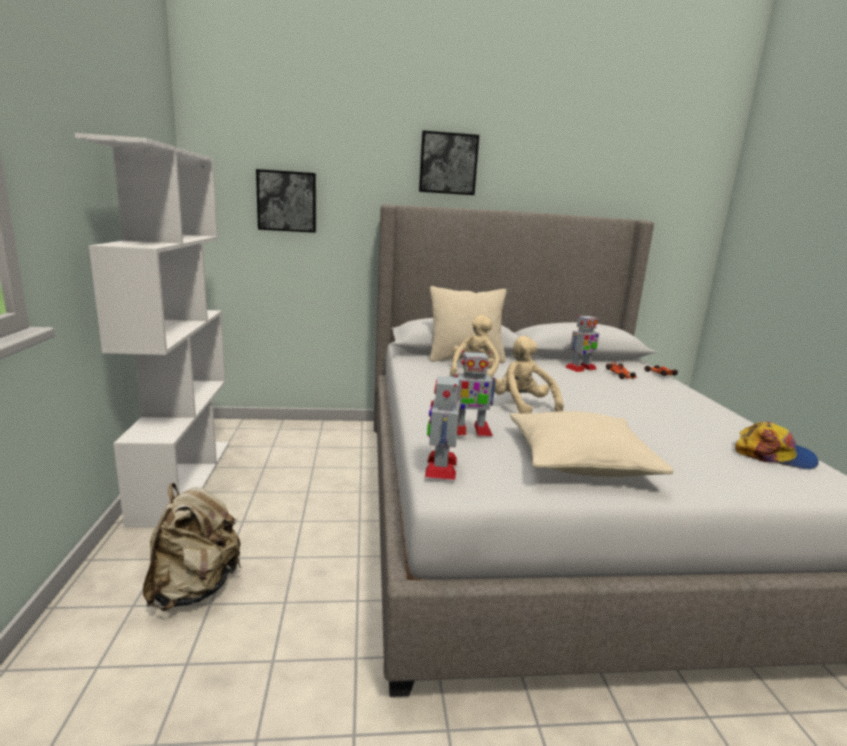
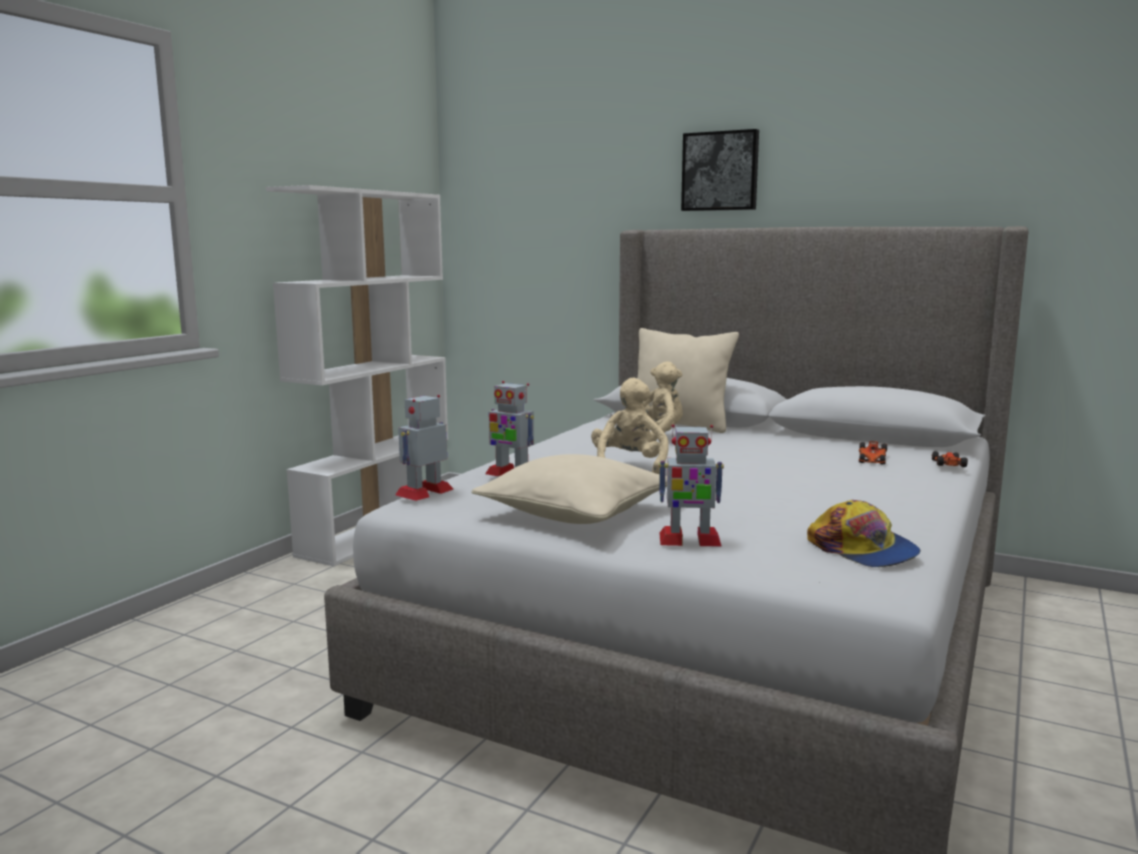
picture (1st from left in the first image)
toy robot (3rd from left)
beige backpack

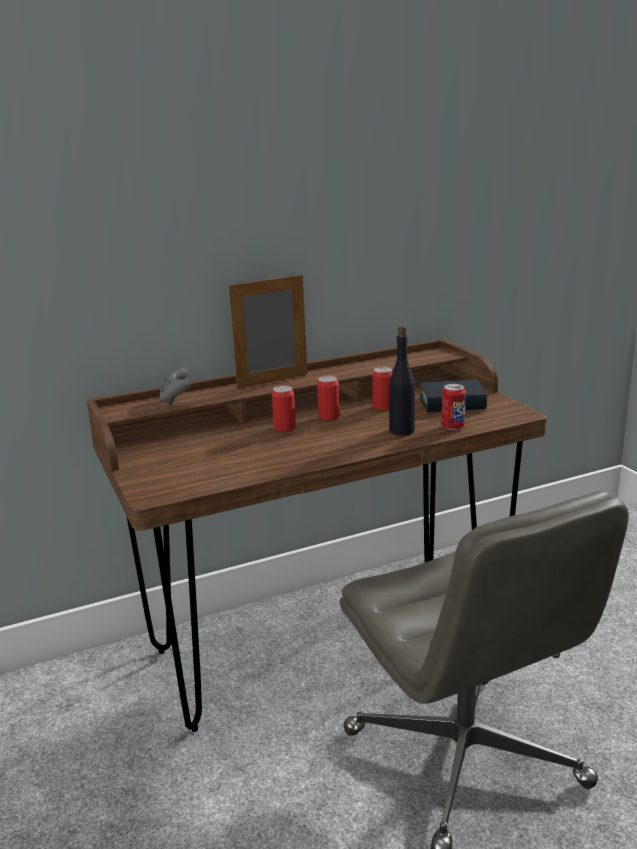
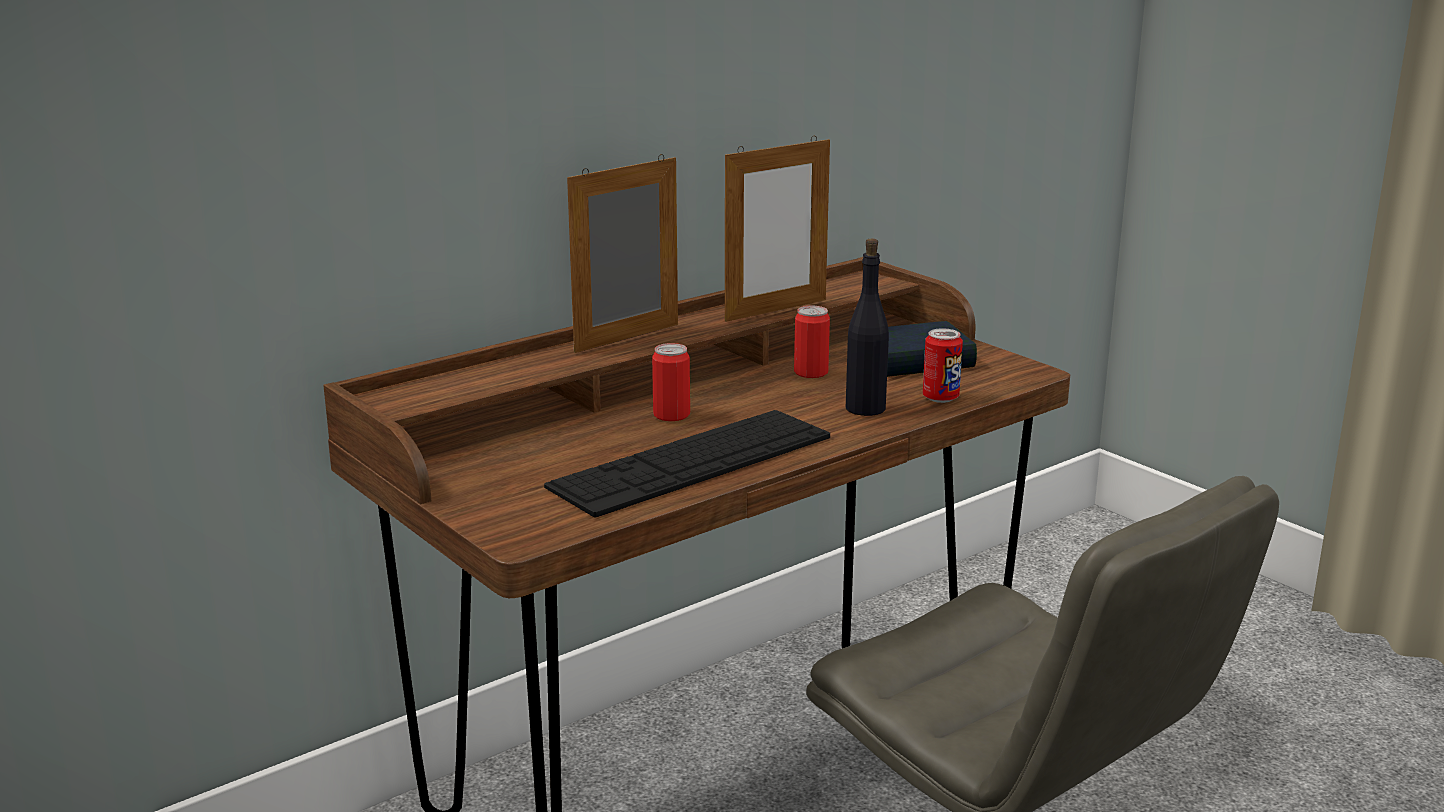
grey game controller
can (2nd from left in the first image)
picture frame (2nd from left)
keyboard

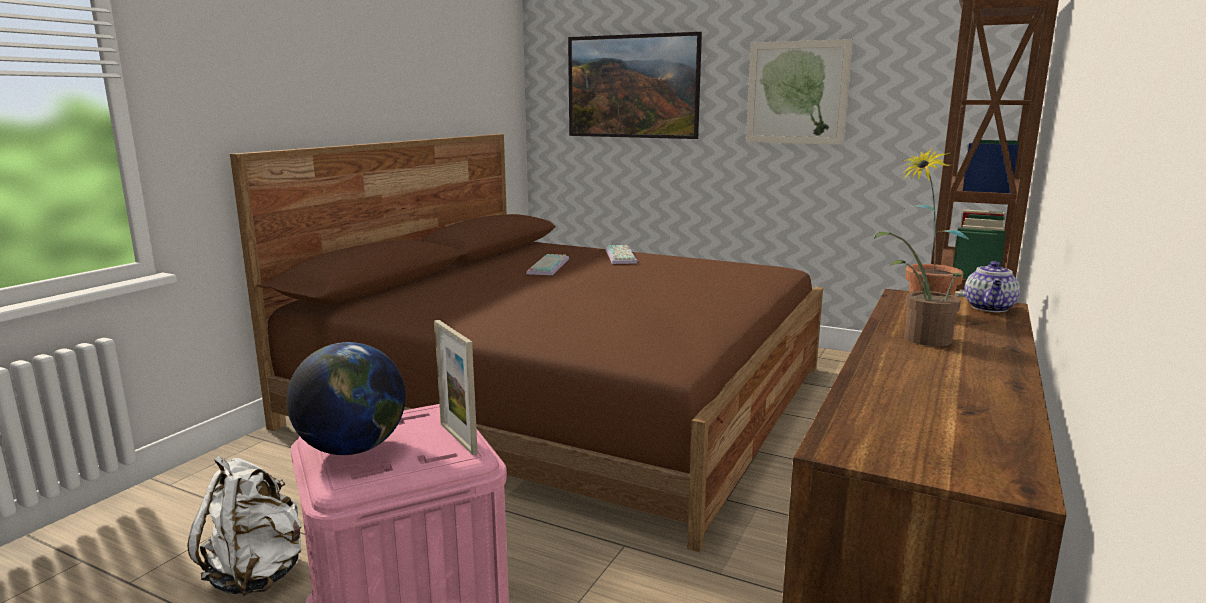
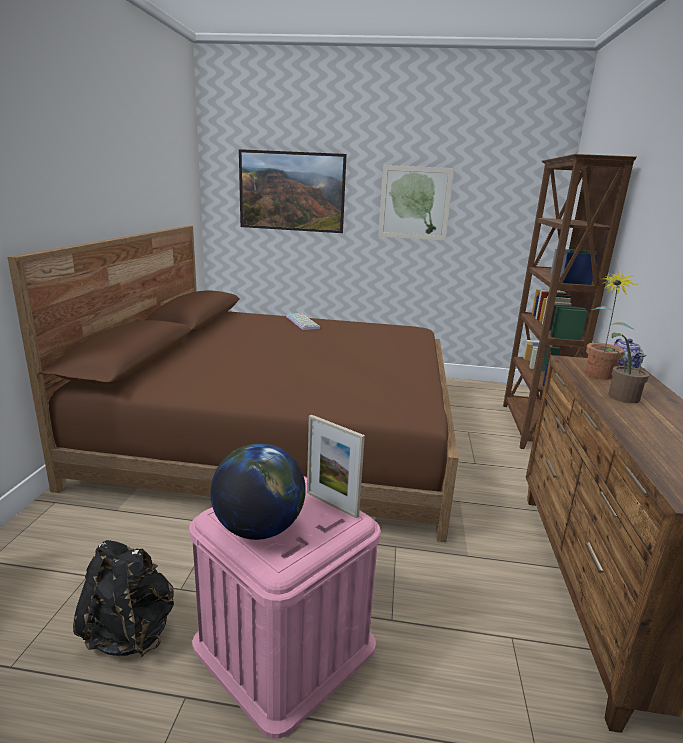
keyboard (1st from left in the first image)
black backpack

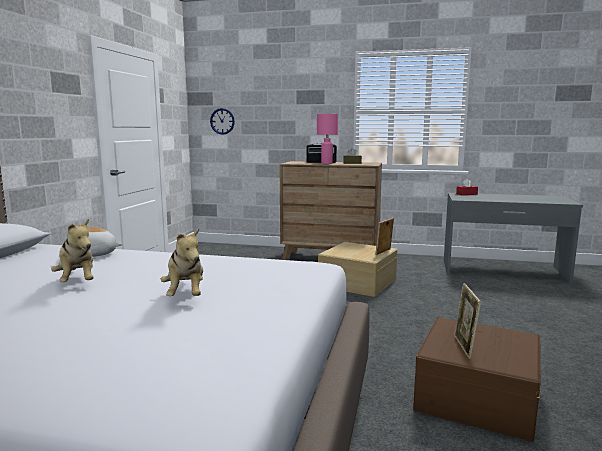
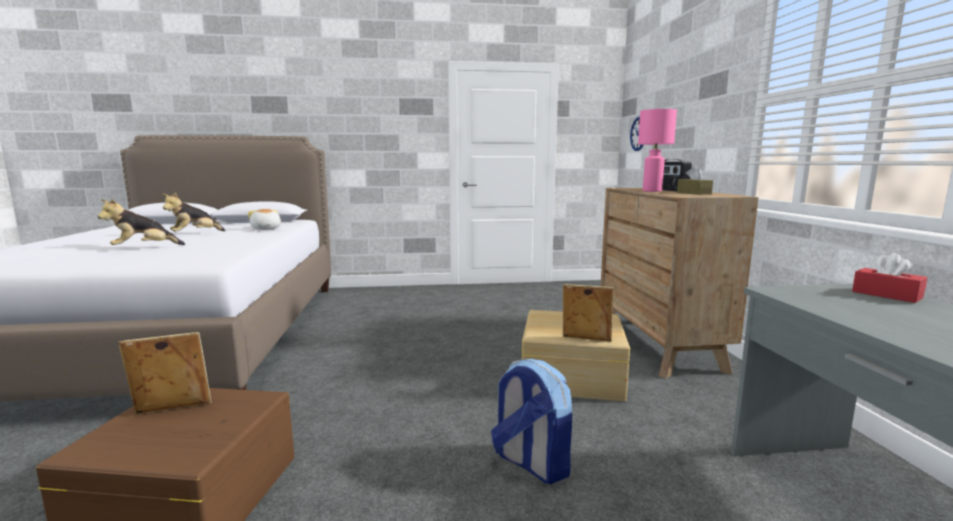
backpack

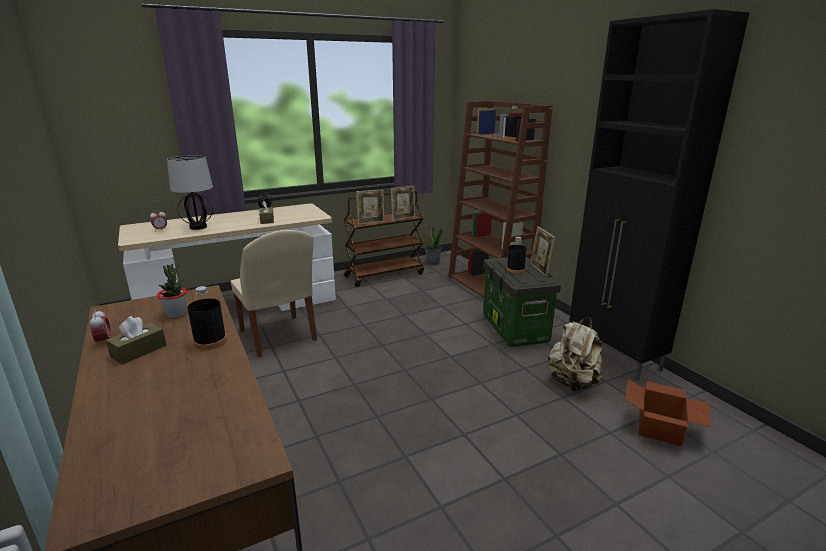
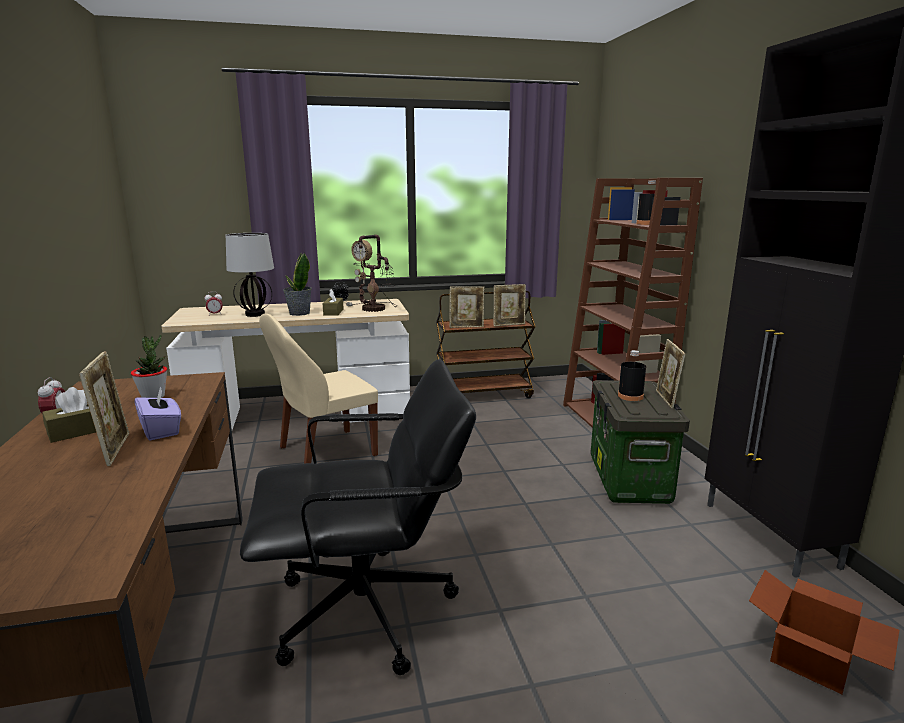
potted plant (2nd from left)
beige chair
purple tissue box
beige backpack
table lamp (2nd from left)
picture frame (1st from left)
black office chair

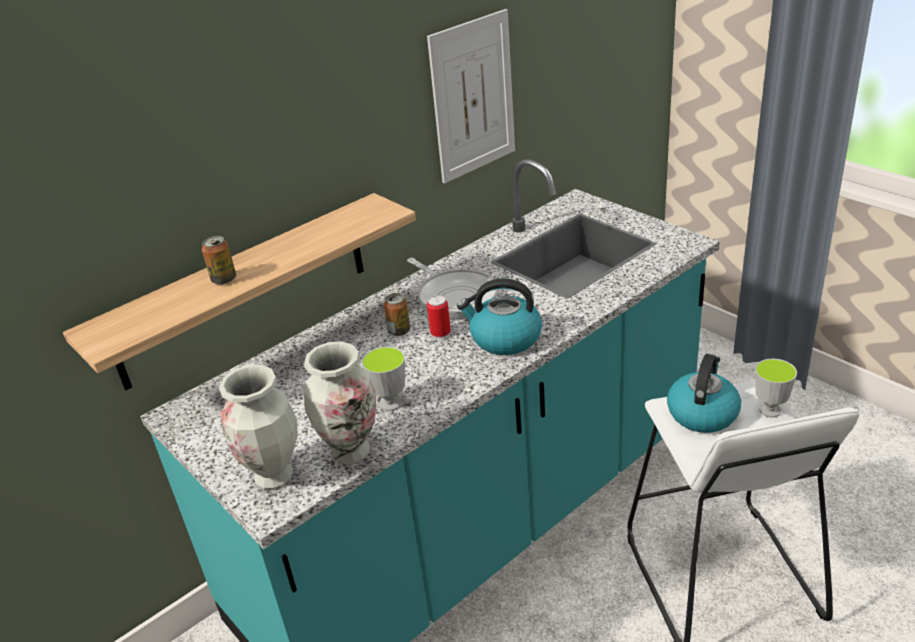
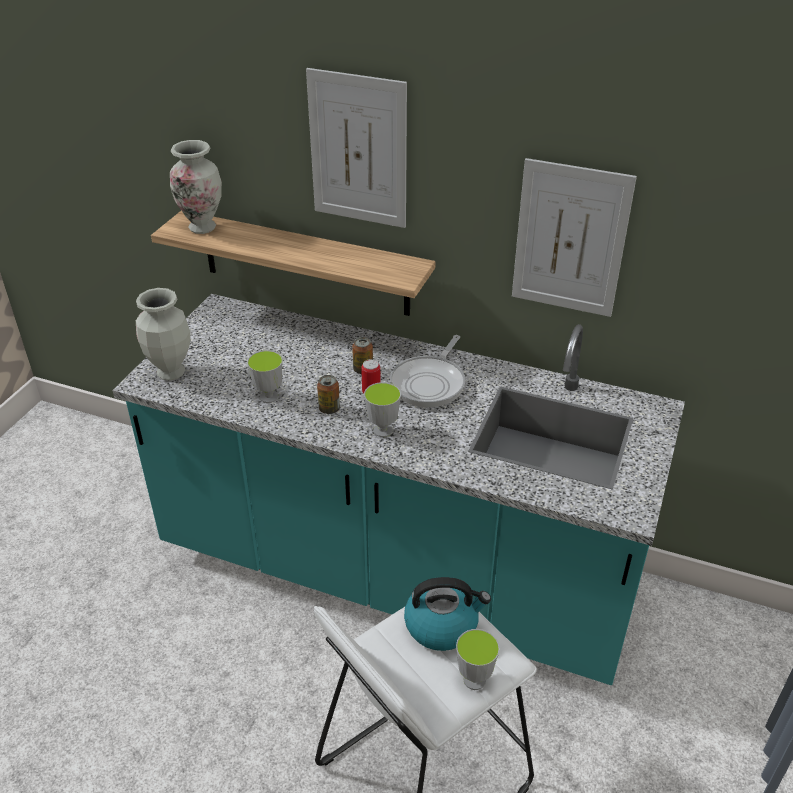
can (1st from left)
cup (2nd from left)
vase (2nd from left)
picture (1st from left)

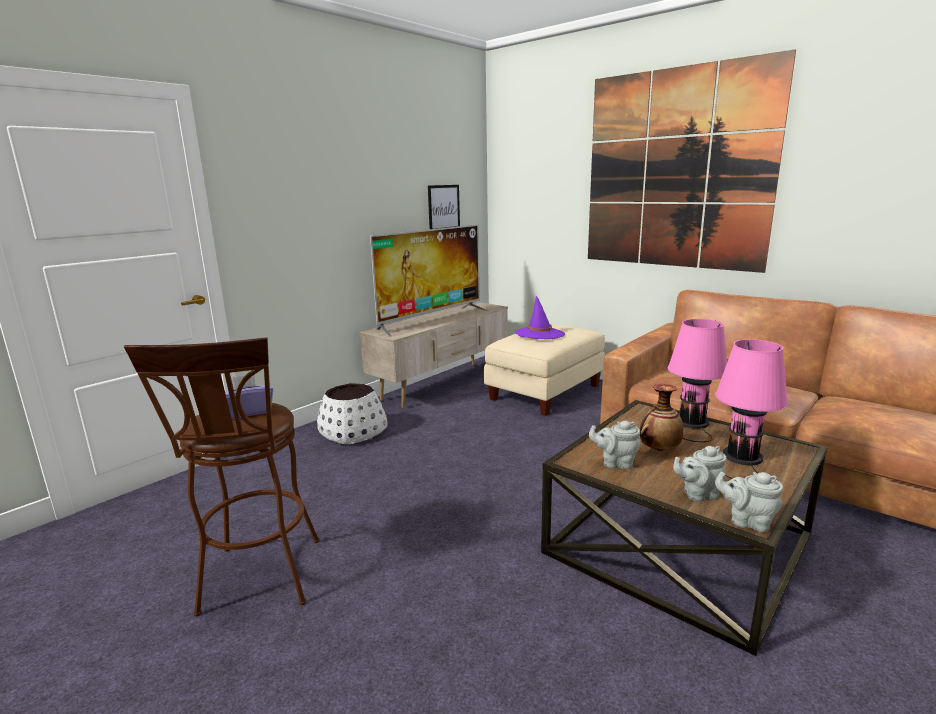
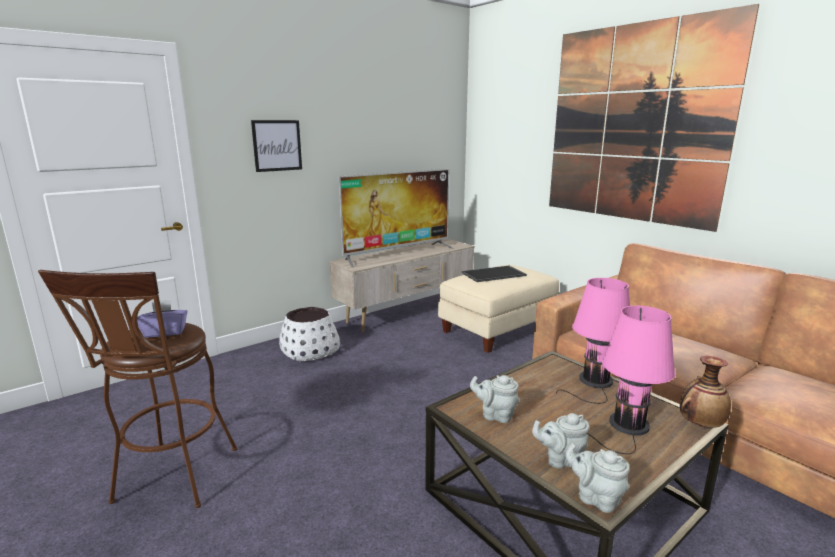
picture (1st from left)
tray
vase

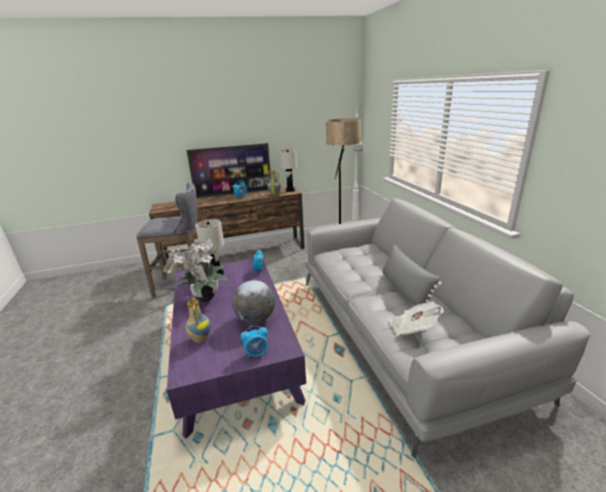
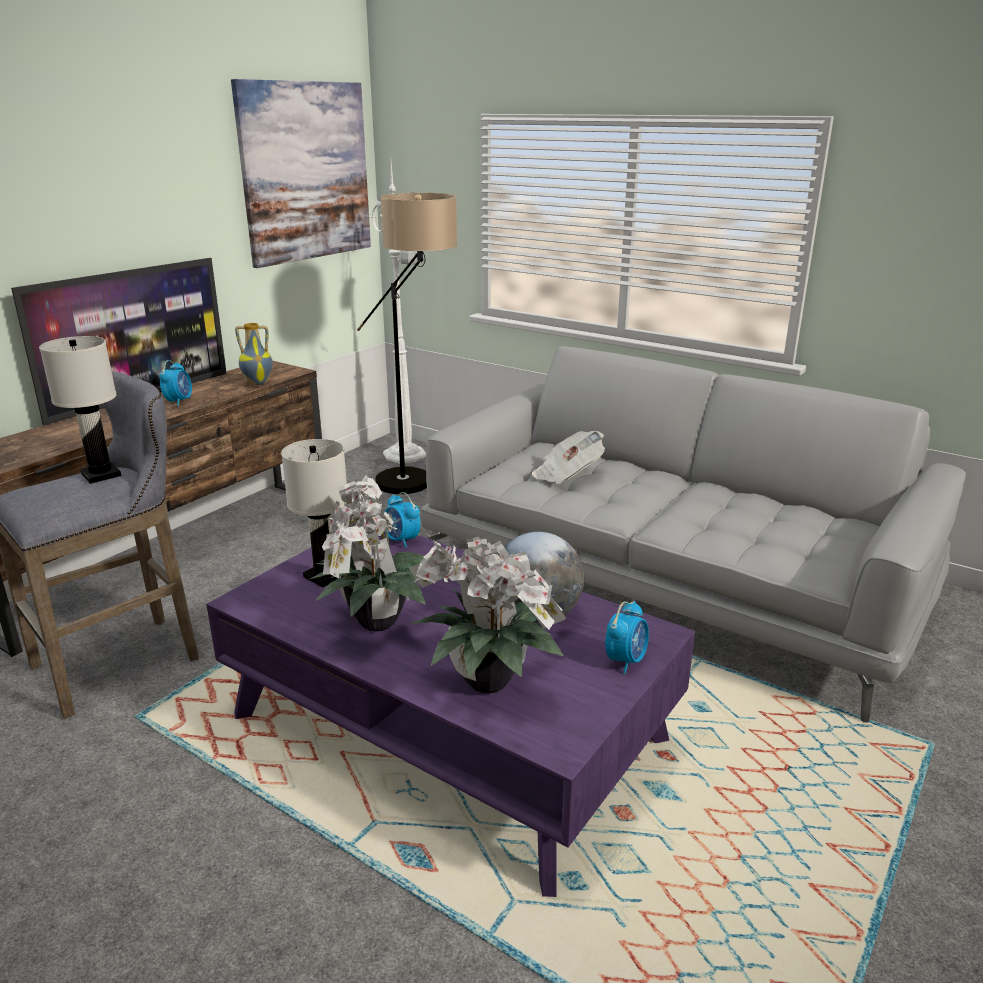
white table lamp (1st from left)
grey pillow
potted plant (2nd from left)
newspaper
picture

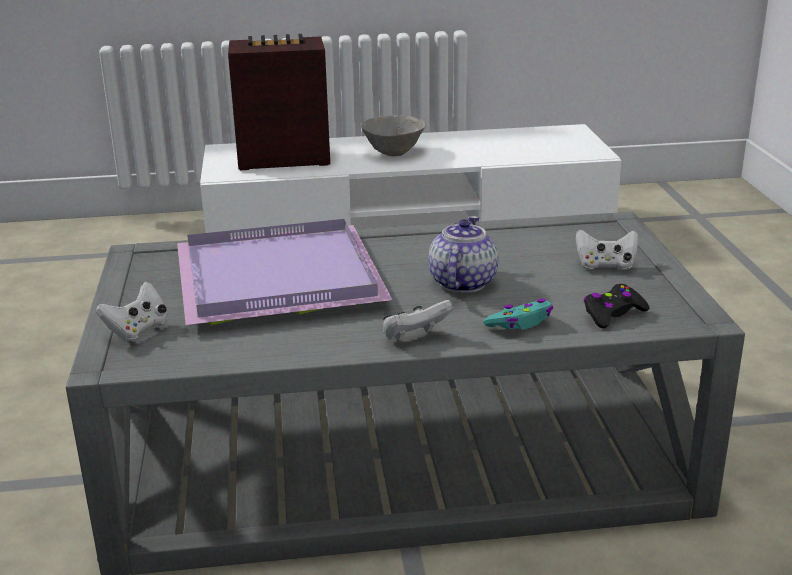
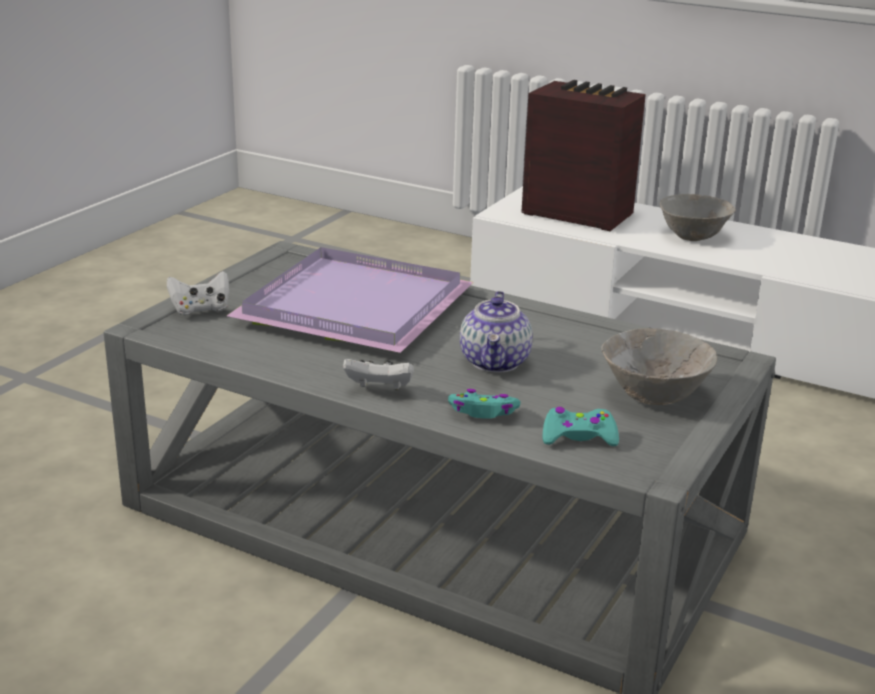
teapot
grey bowl (1st from left)
turquoise game controller (2nd from left)

